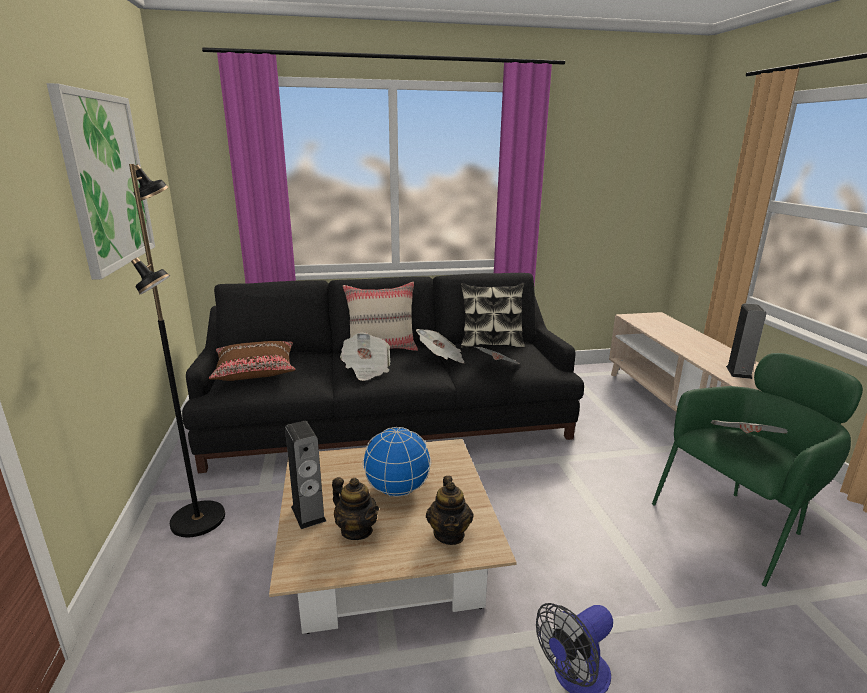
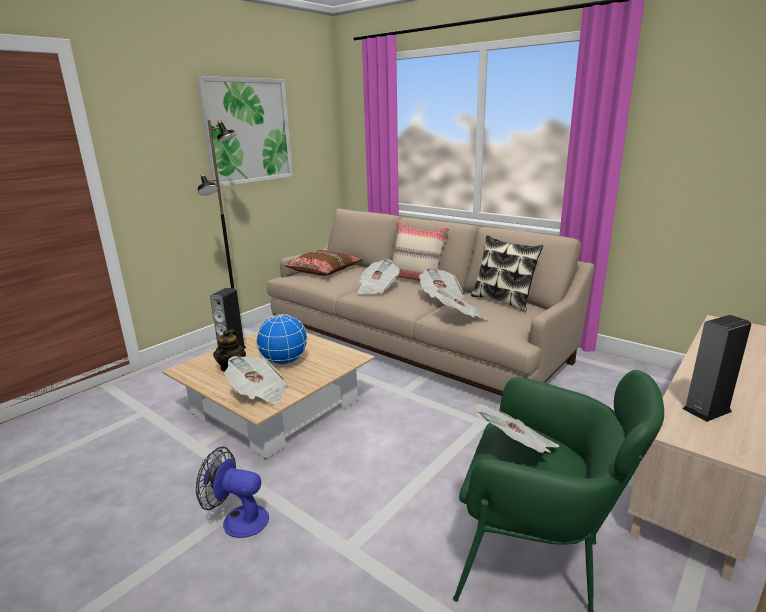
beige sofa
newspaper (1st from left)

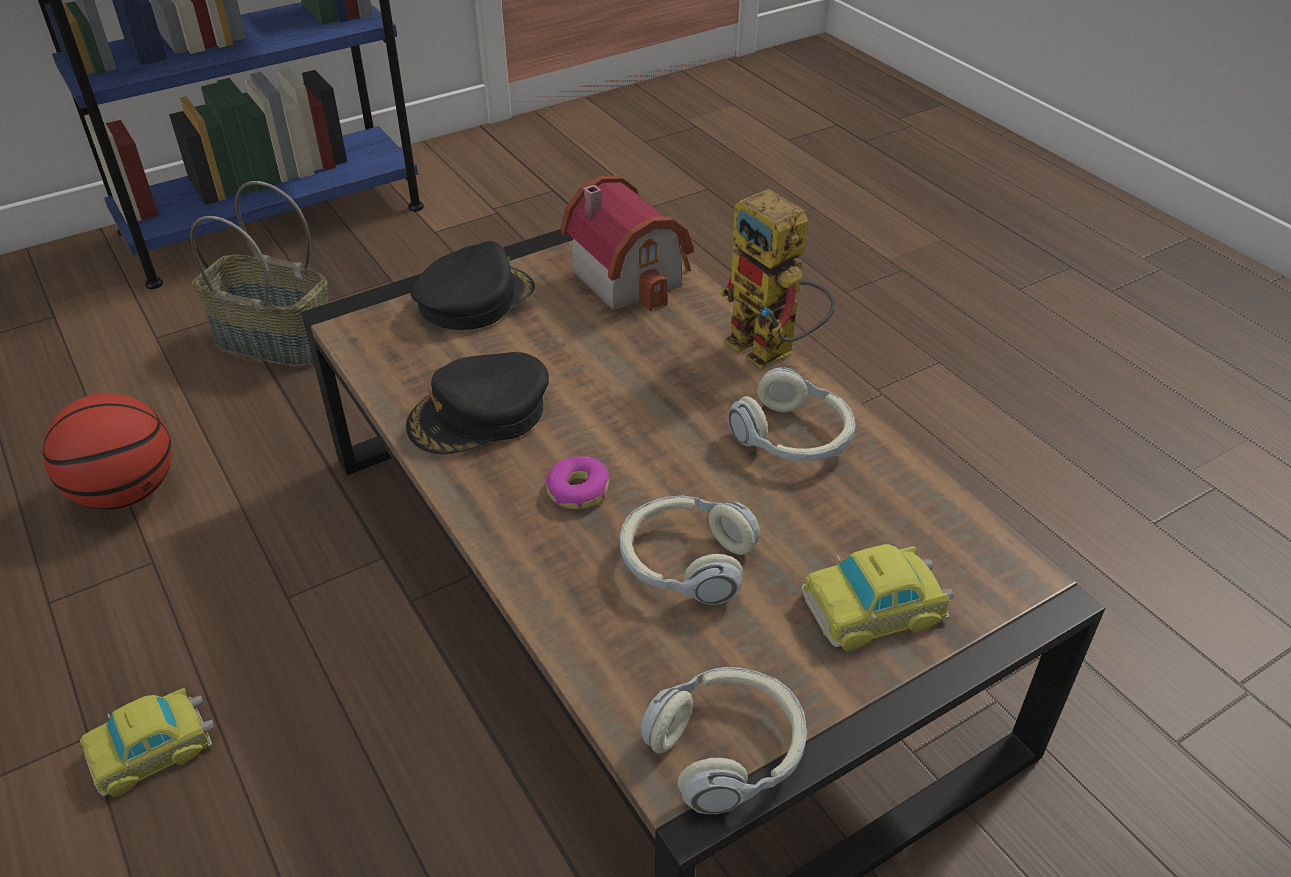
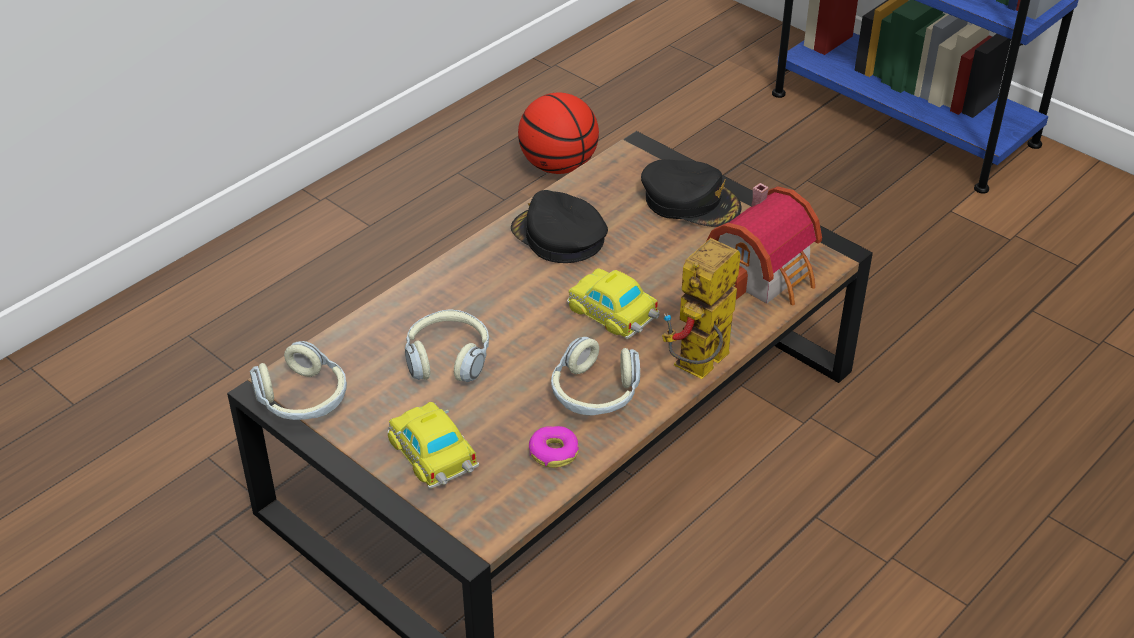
basket
donut
toy car (2nd from left)

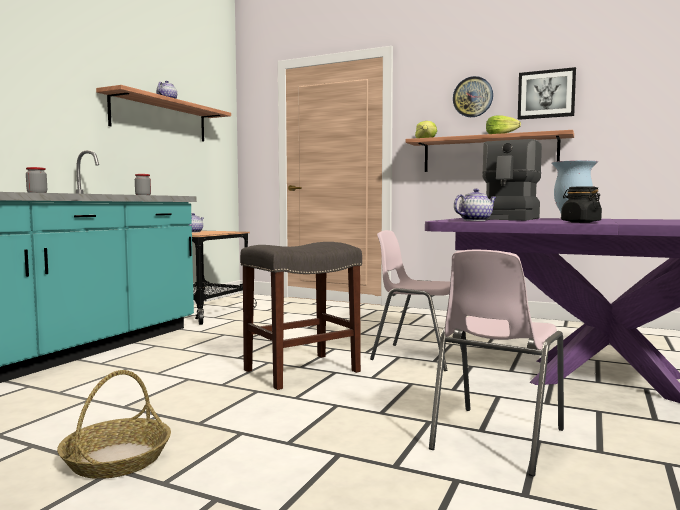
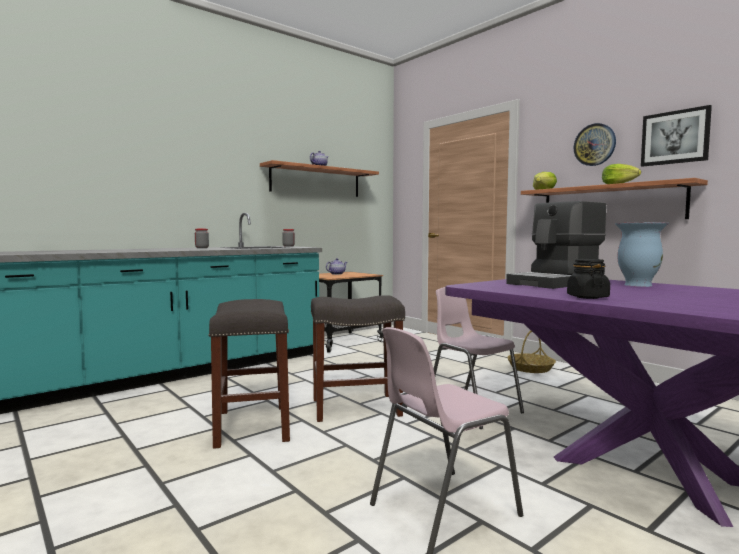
teapot (3rd from left in the first image)
basket
grey stool (1st from left)

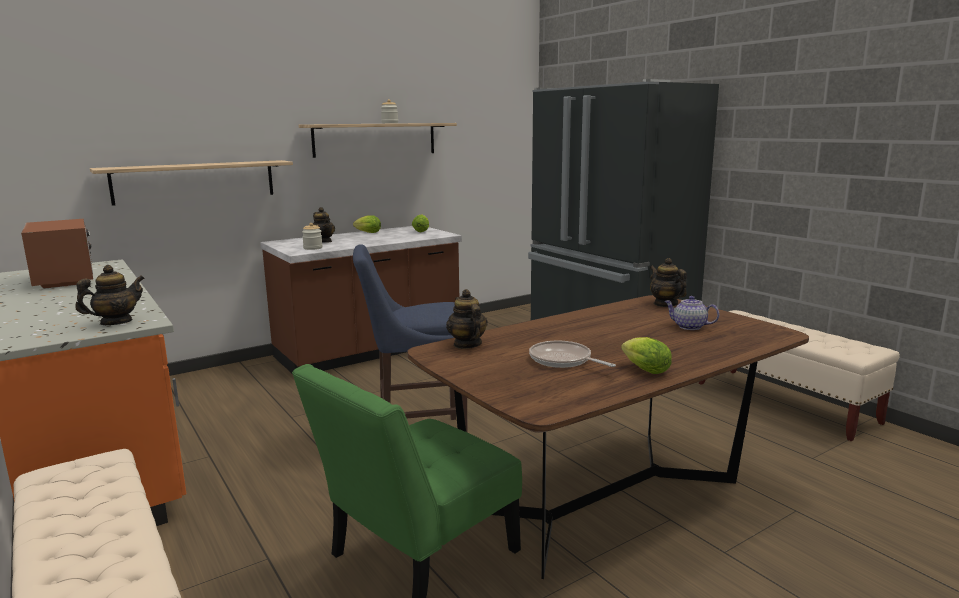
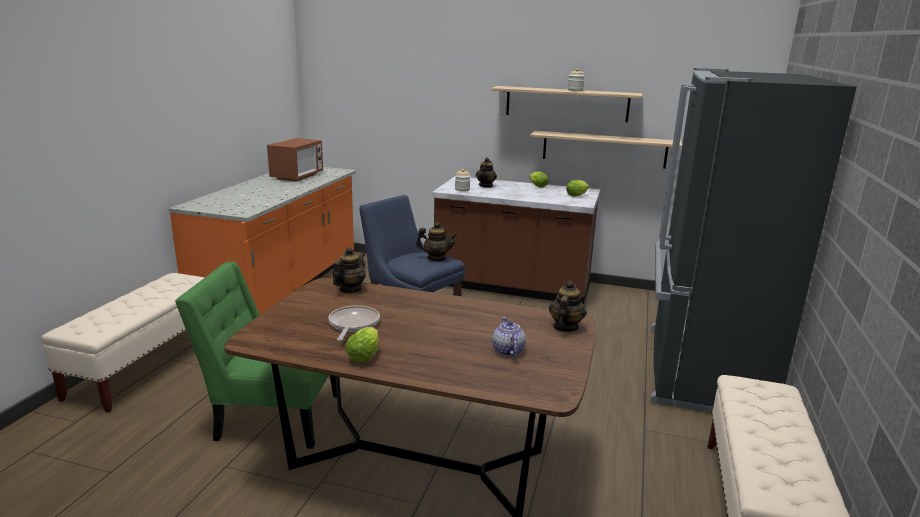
shelf (2nd from left)
teapot (2nd from left)

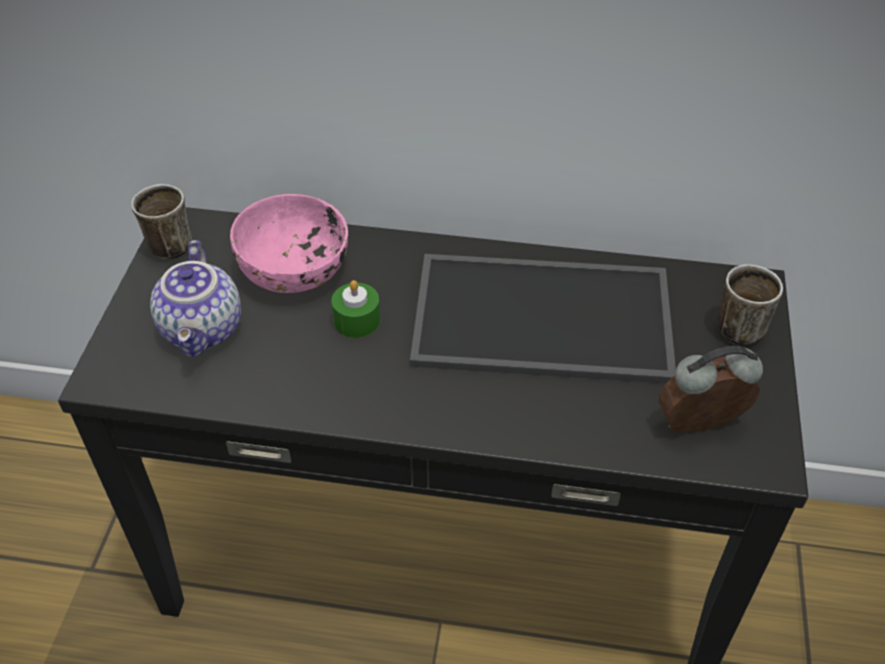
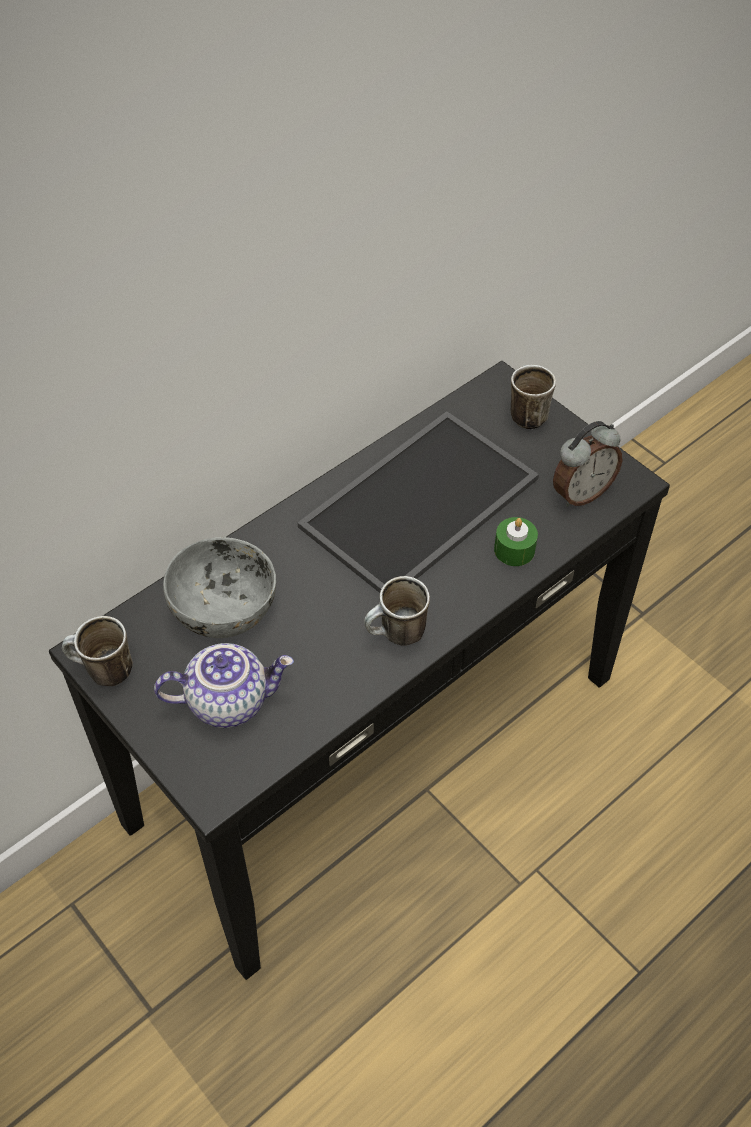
grey bowl
teapot
green candle
alarm clock
mug (2nd from left)

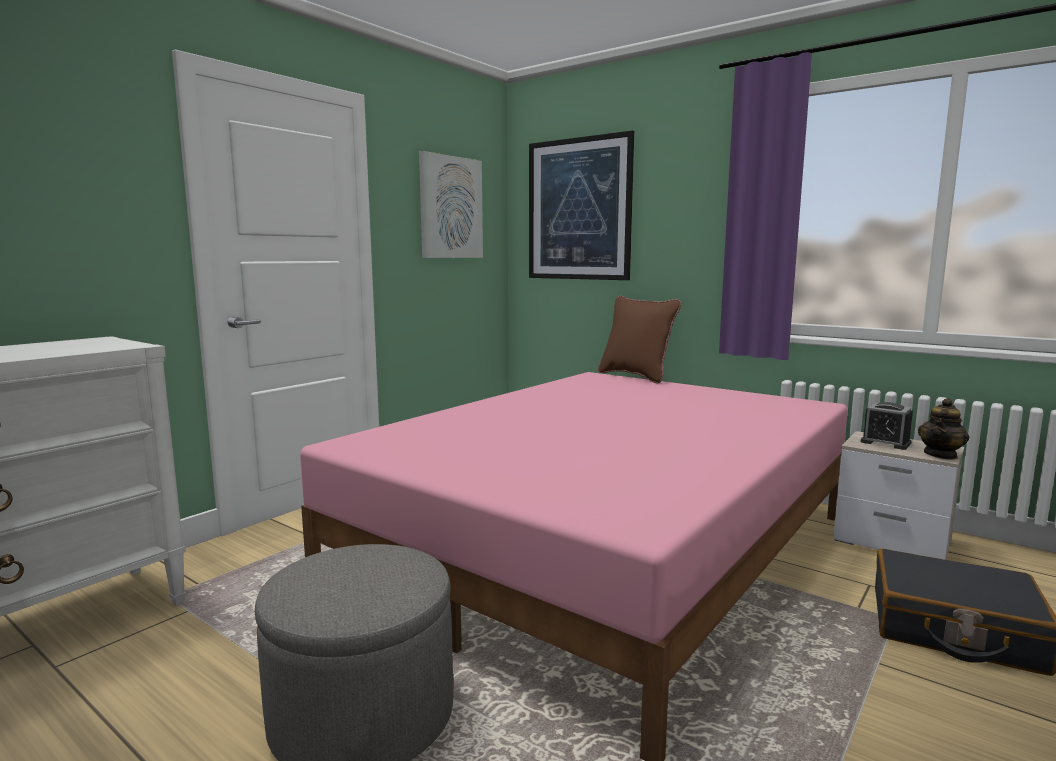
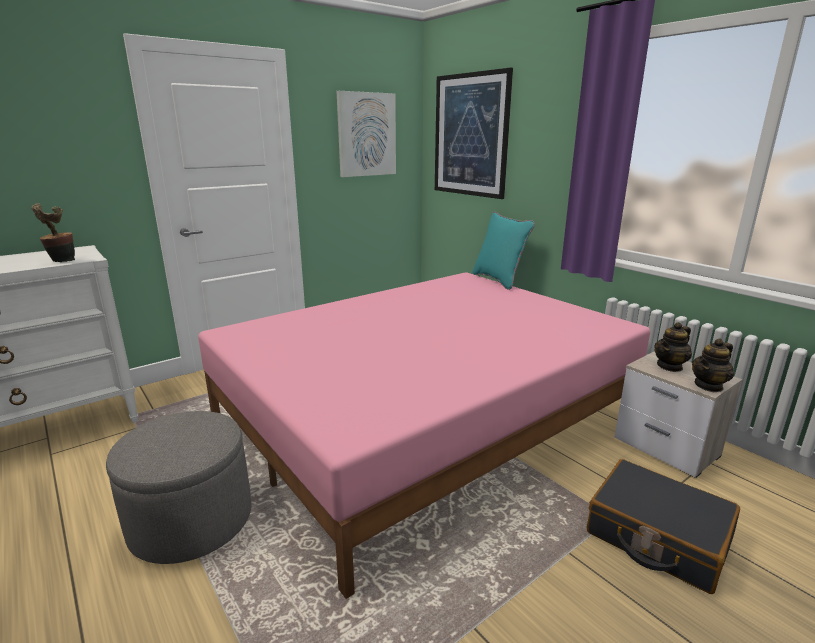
turquoise pillow
teapot (1st from left)
potted plant

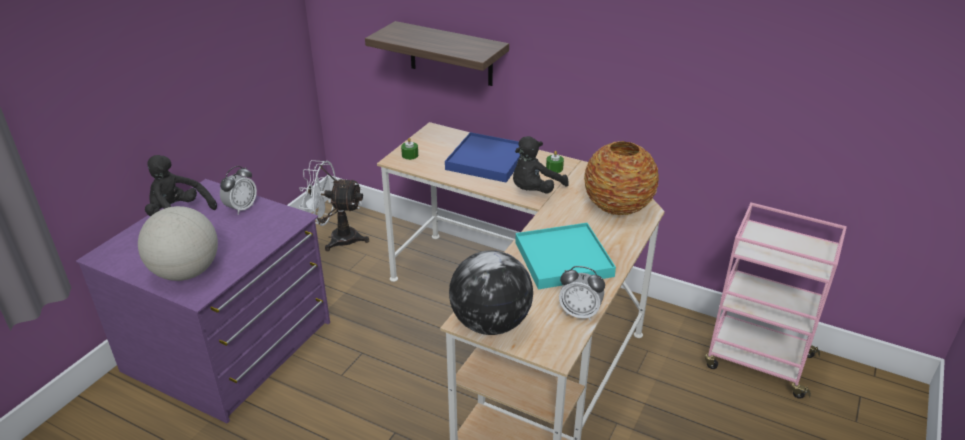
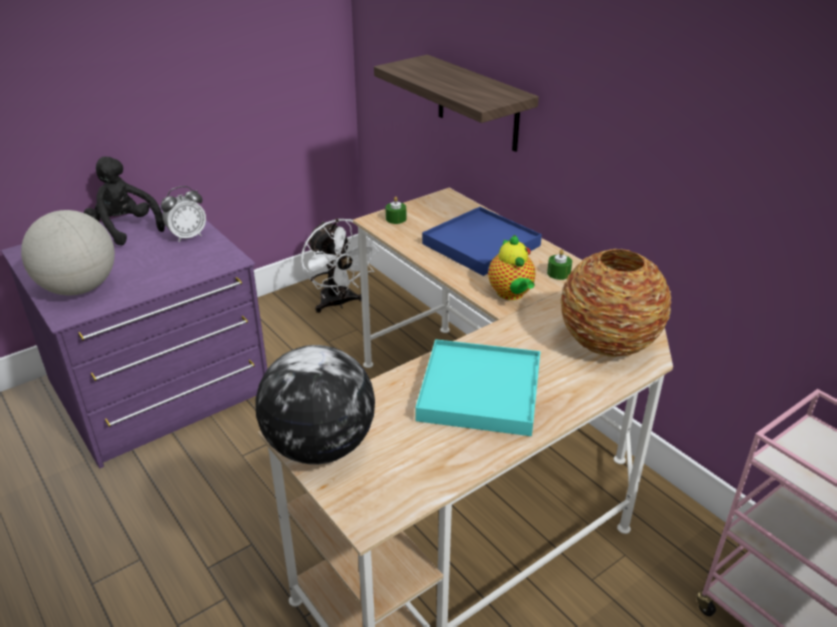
teapot
white fan
alarm clock (2nd from left in the first image)

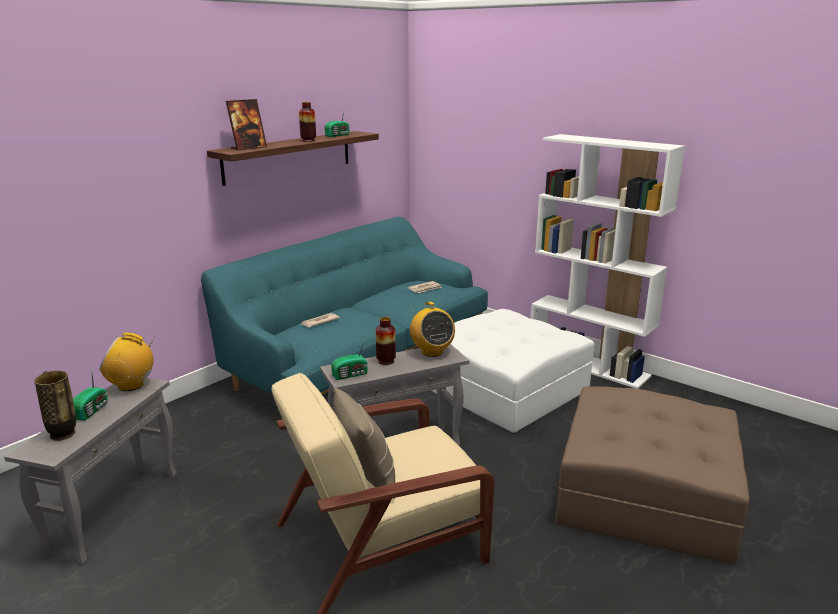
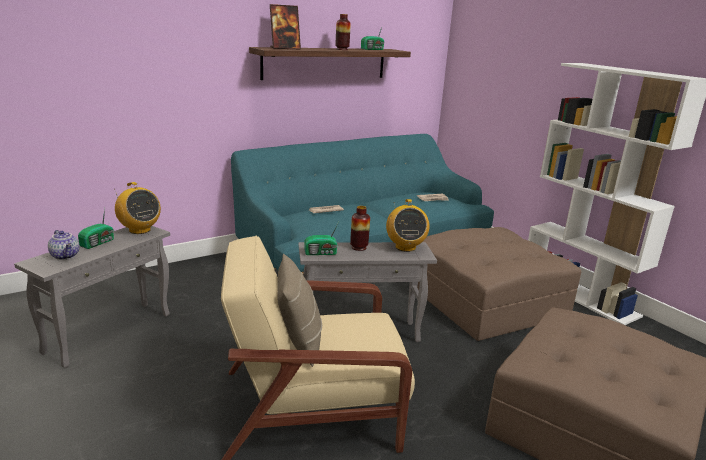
brown ottoman (1st from left)
radio (2nd from left)
teapot

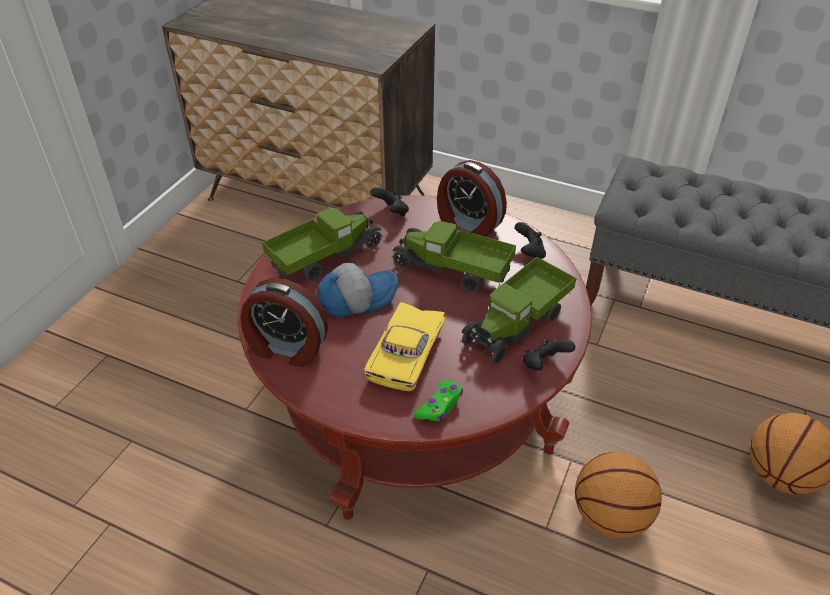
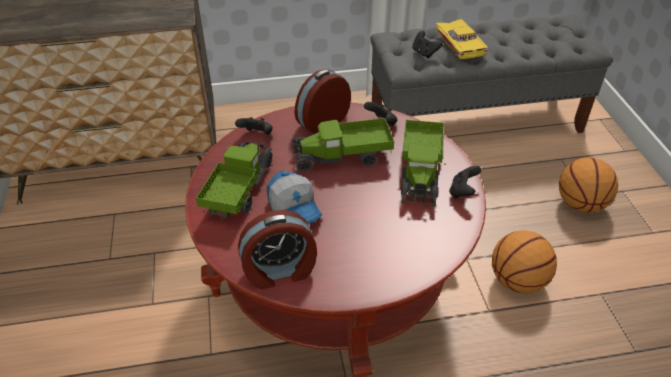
alarm clock (2nd from left)
cap
yellow toy car
green game controller
black game controller (3rd from left)

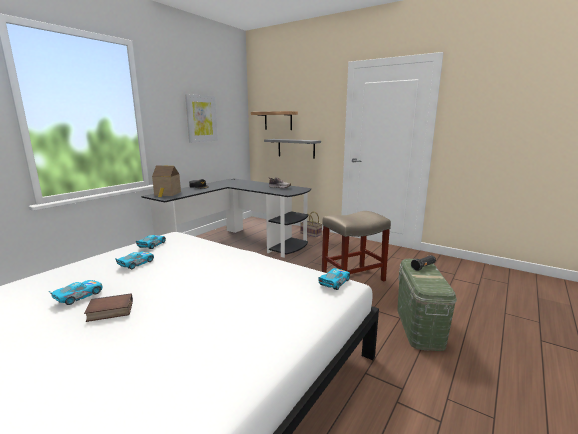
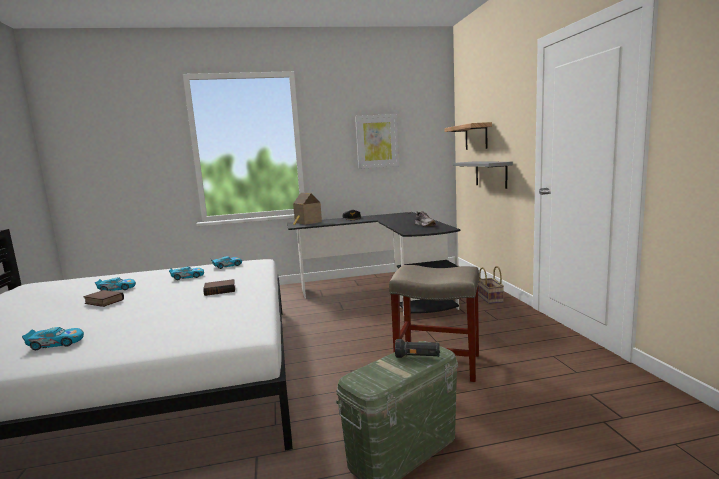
toy car (1st from left)
book (2nd from left)

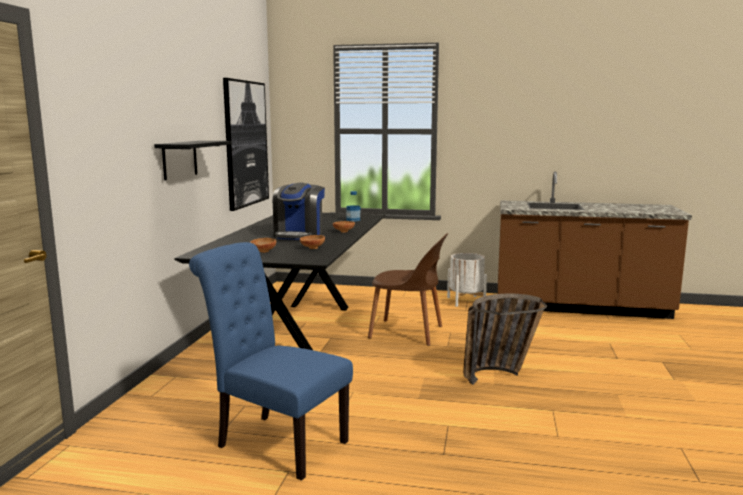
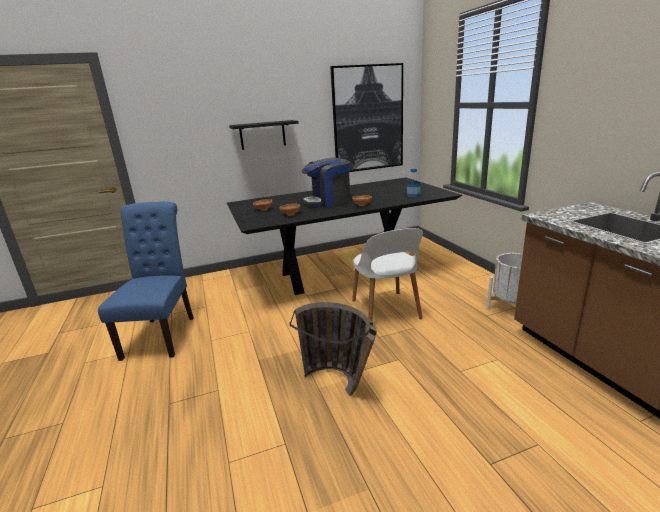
white chair

